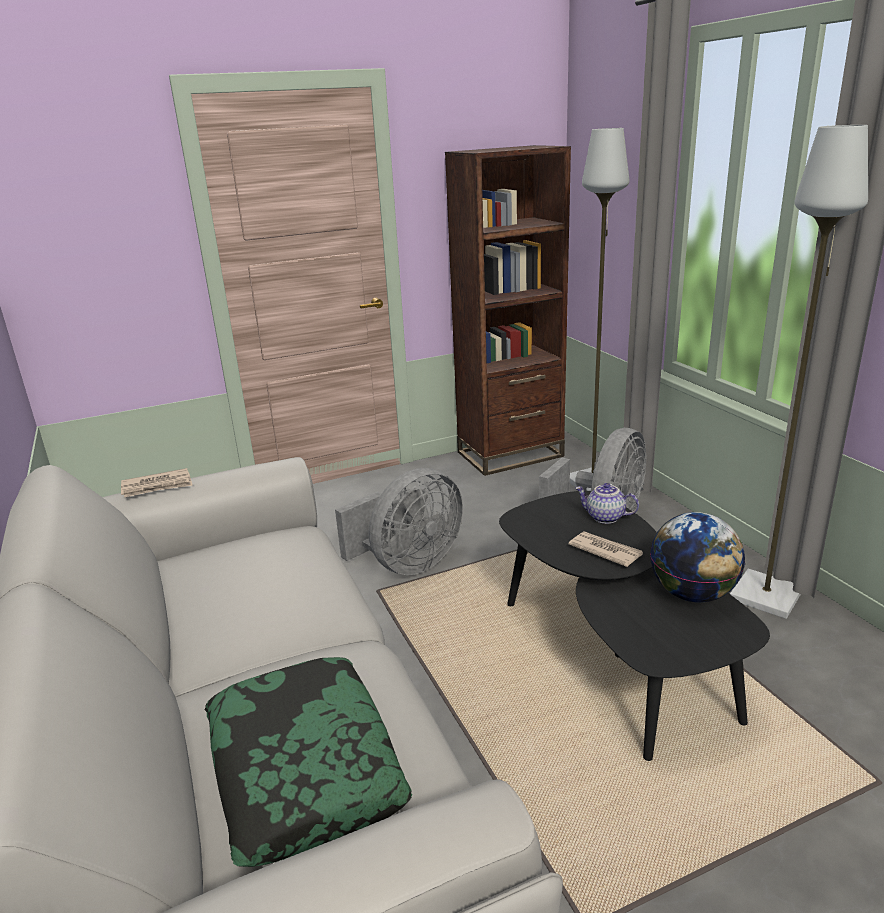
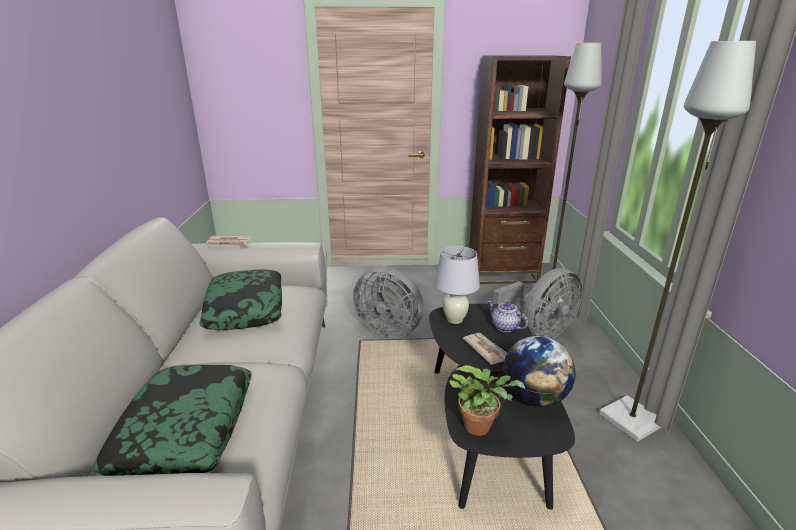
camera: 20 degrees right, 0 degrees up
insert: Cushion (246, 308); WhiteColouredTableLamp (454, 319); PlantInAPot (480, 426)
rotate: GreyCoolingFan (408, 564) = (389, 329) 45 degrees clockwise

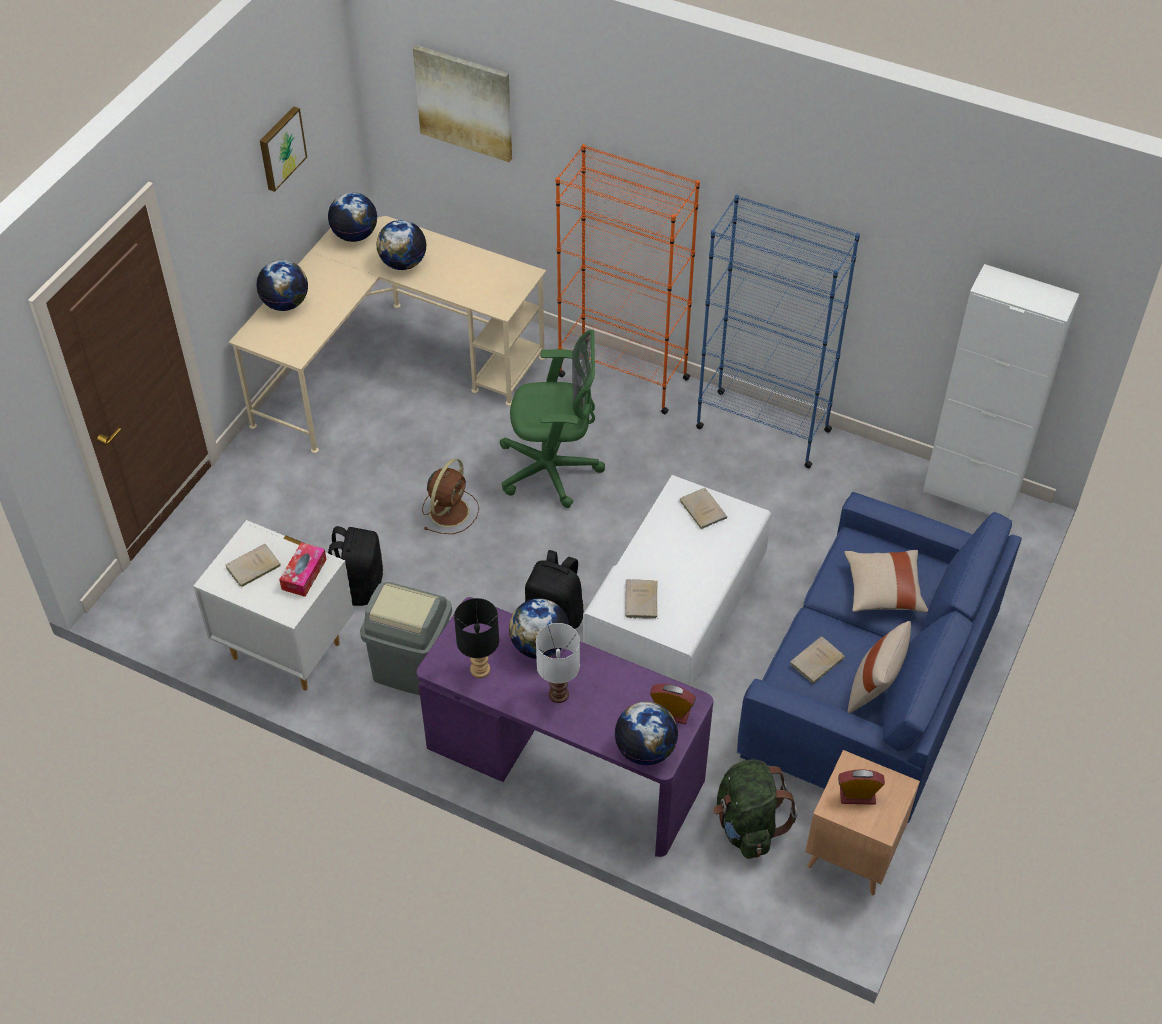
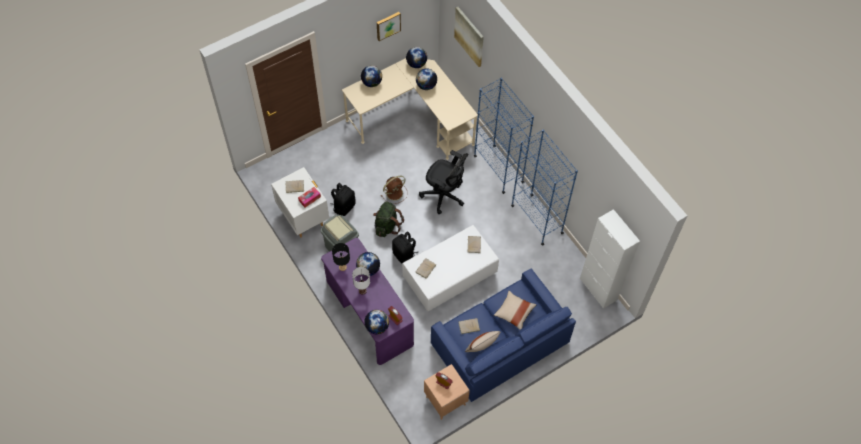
camera: 30 degrees right, 10 degrees up
move: GreenishKnapsack (747, 825) to (387, 226)
recolor: GreenishDeskChair (553, 470) to BlackDeskChair (444, 196); OrangeColouredShelvingUnit (623, 376) to BluishShelvingUnit (498, 169)

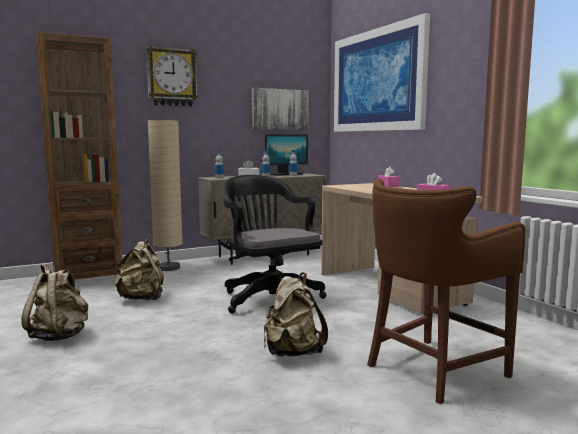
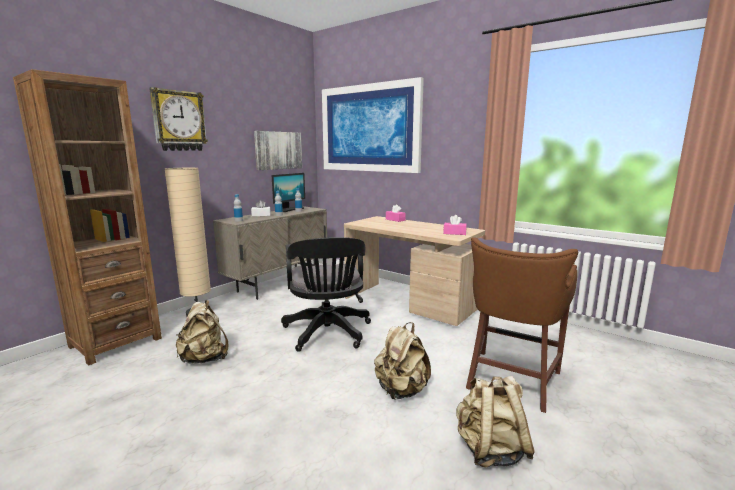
camera: 25 degrees left, 5 degrees up
move: SandColouredKnapsack (60, 336) to (490, 450)
rotate: BlackDeskChair (269, 299) = (327, 334) 135 degrees counterclockwise

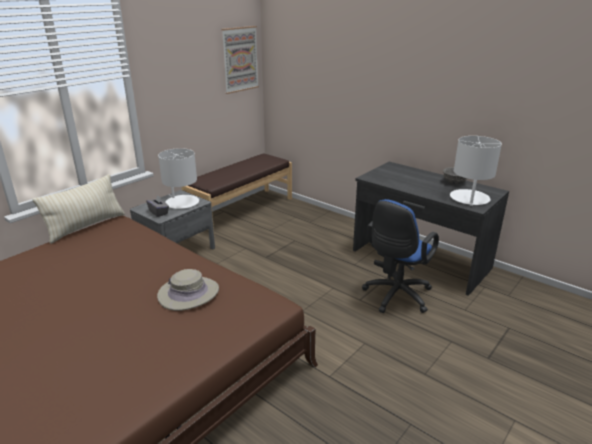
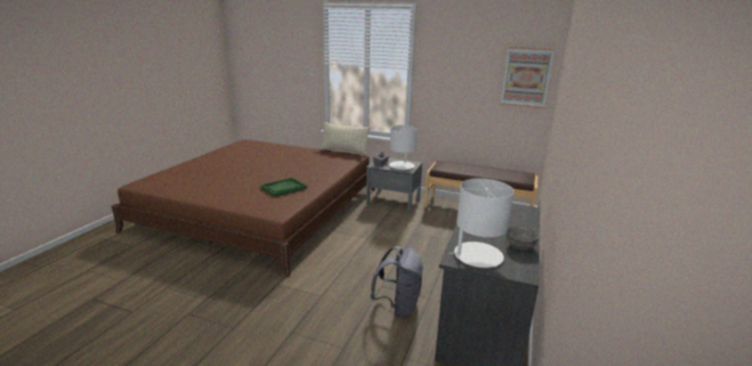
camera: 70 degrees right, 5 degrees down
replace: SandColouredHat (188, 293) to GreenishTray (284, 188); BluishDeskChair (395, 297) to GreyKnapsack (398, 306)

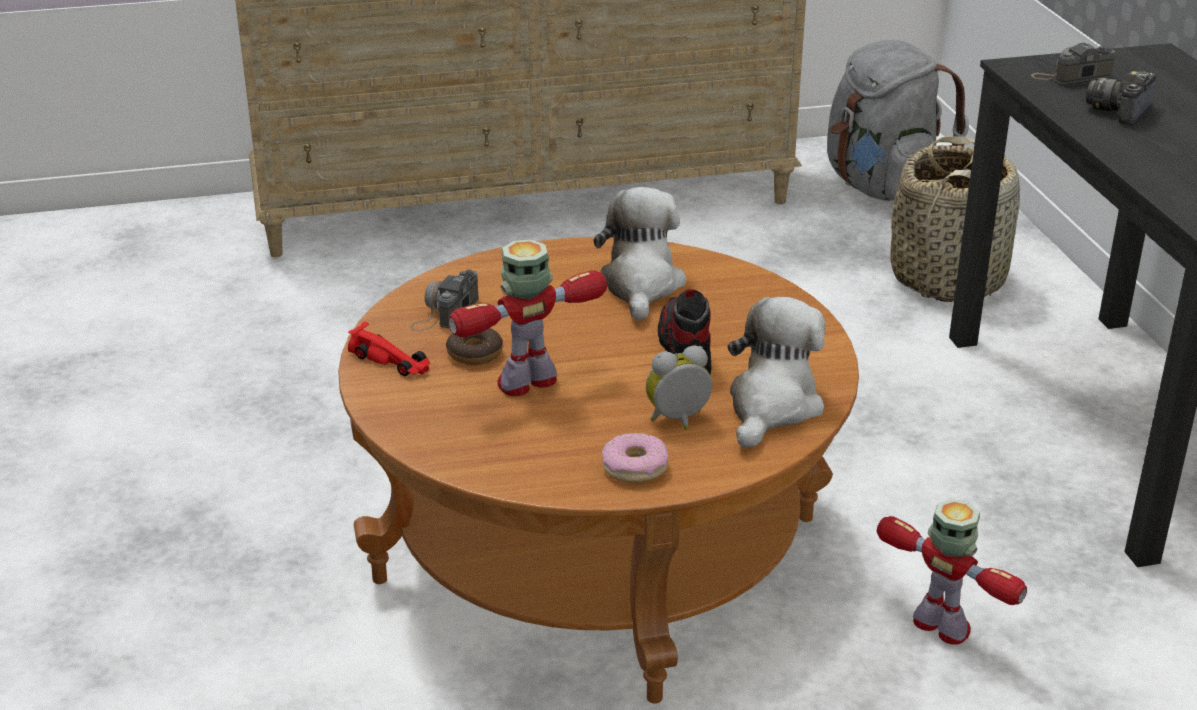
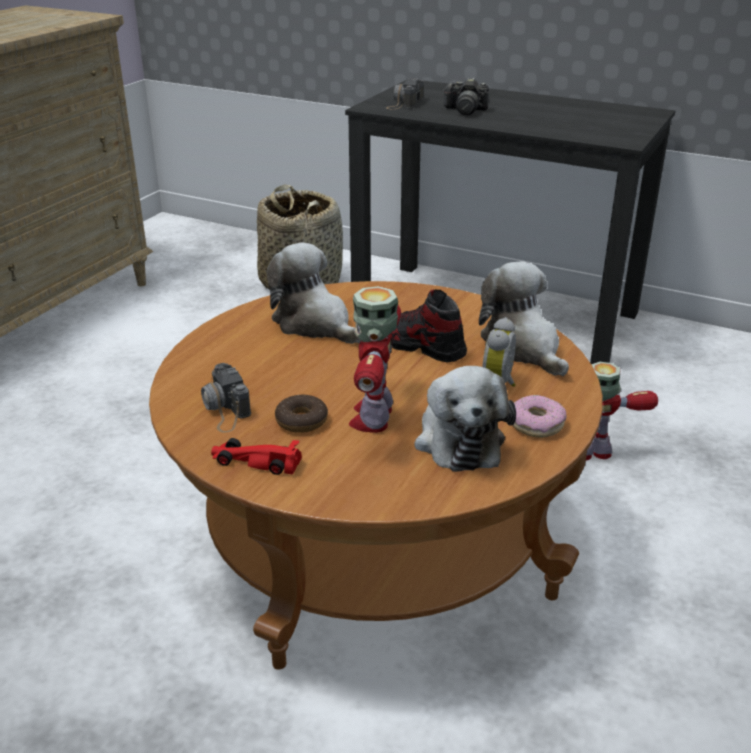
camera: 50 degrees left, 0 degrees up
delete: GreyKnapsack (882, 188)
insert: CuddlyToy (458, 439)
rotate: RedColouredMiniatureCar (391, 361) = (255, 461) 150 degrees counterclockwise; StillCamera (1121, 112) = (465, 110) 60 degrees counterclockwise

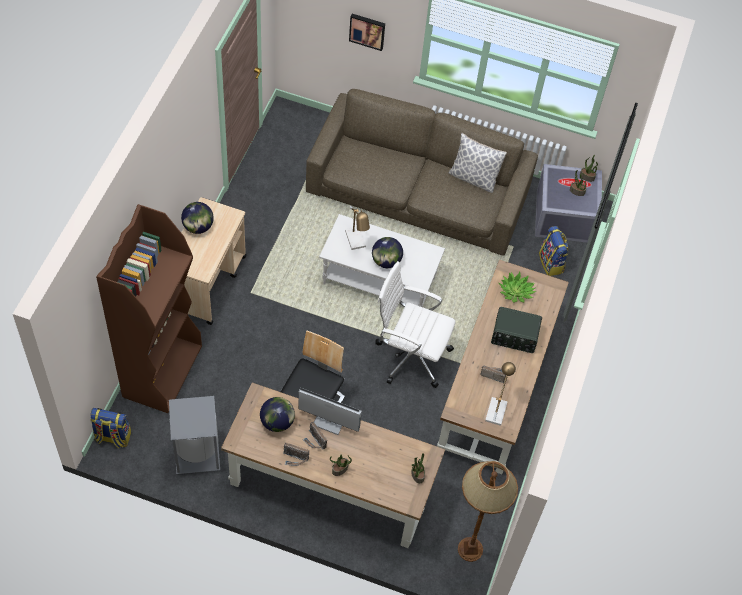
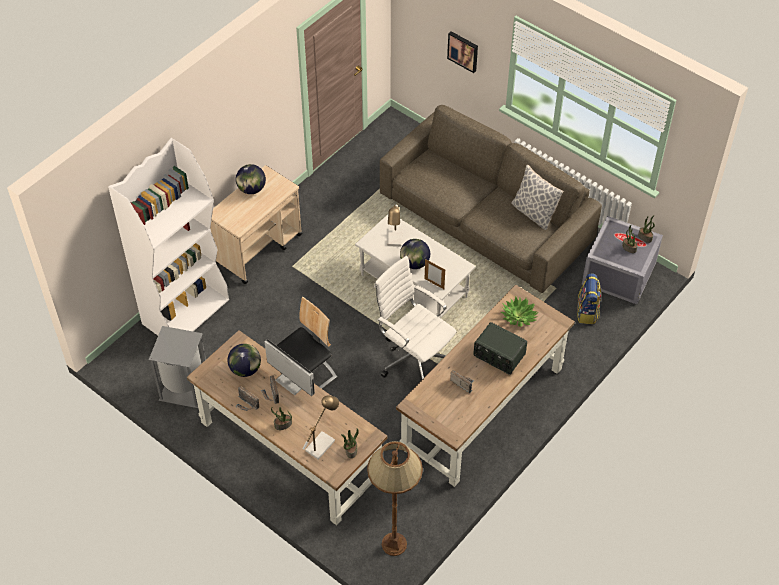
camera: 25 degrees right, 5 degrees down
delete: Knapsack (112, 437)
insert: PictureFrame (434, 284)
move: TableLamp (496, 408) to (322, 442)
recolor: BrownShelvingUnit (162, 370) to WhiteColouredShelvingUnit (186, 311)

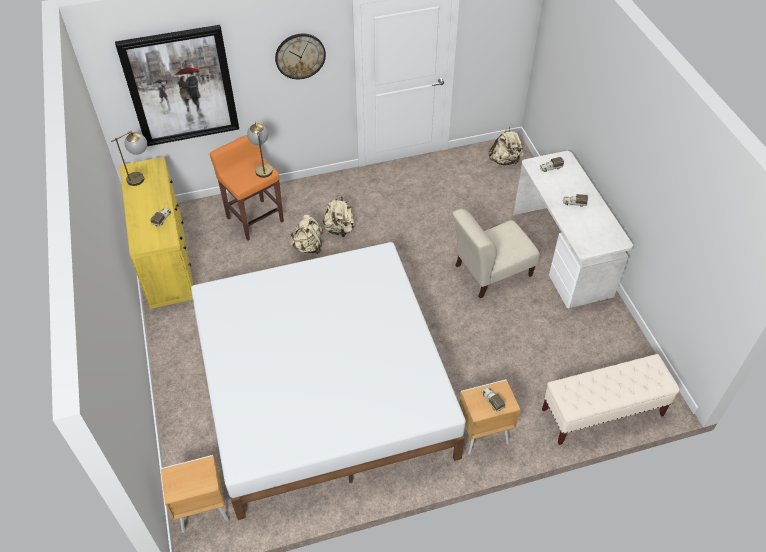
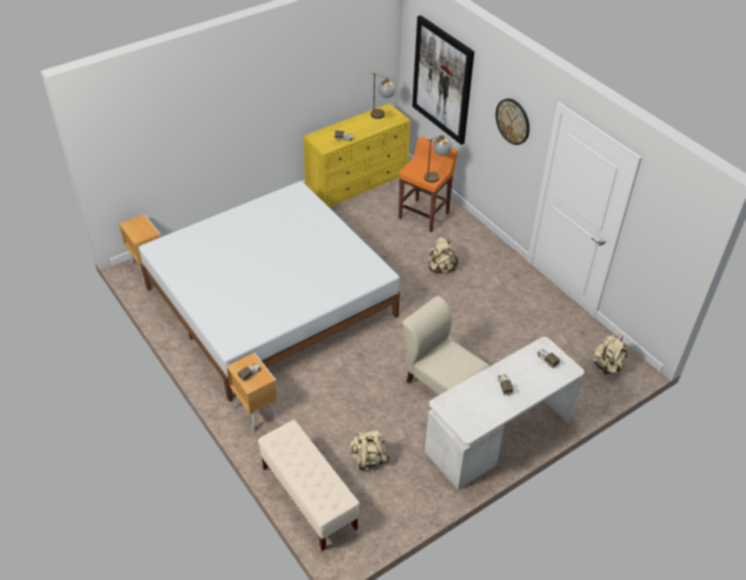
camera: 70 degrees right, 5 degrees down
move: SandColouredKnapsack (308, 247) to (368, 459)

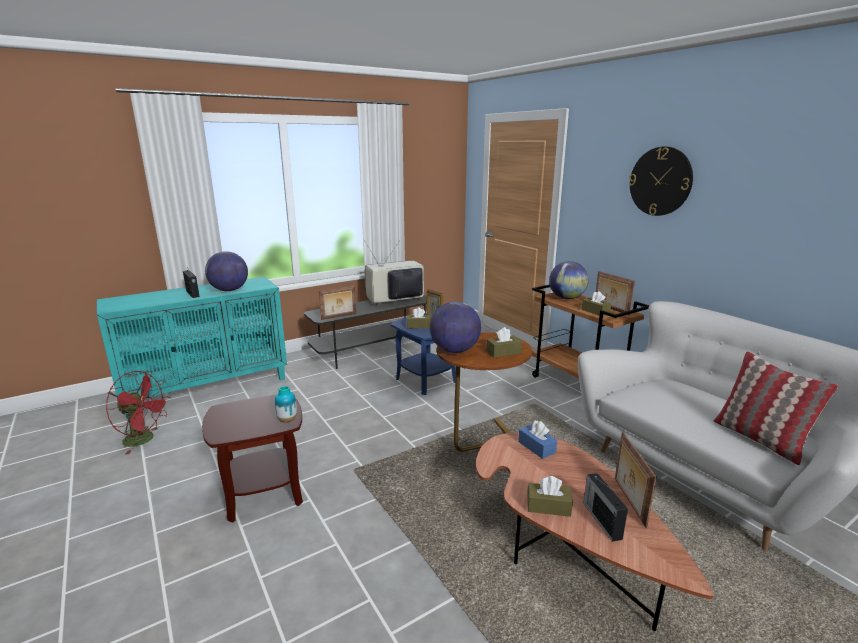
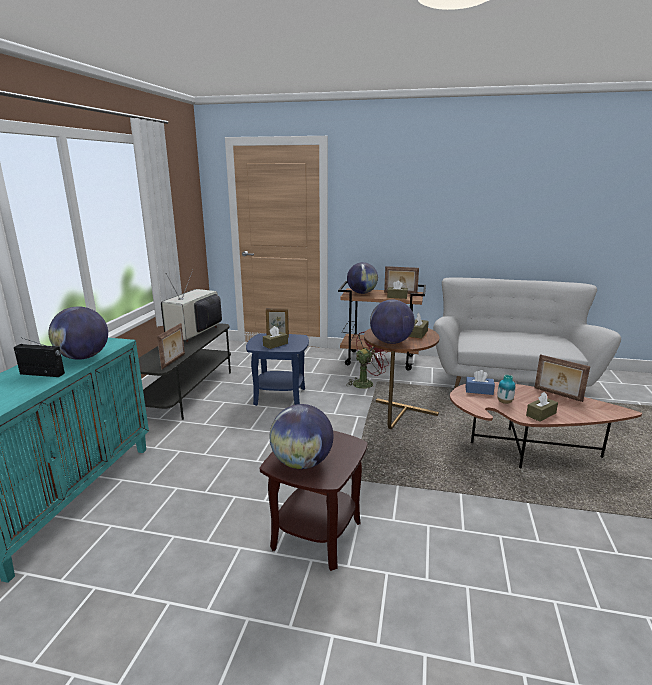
camera: 45 degrees left, 0 degrees up
delete: RadioSet (601, 519); ClockOnTheWall (660, 181); Cushion (759, 439)
insert: Globe (302, 463)
move: RedColouredCoolingFan (145, 439) to (366, 383); FlowerVase (287, 420) to (504, 402)

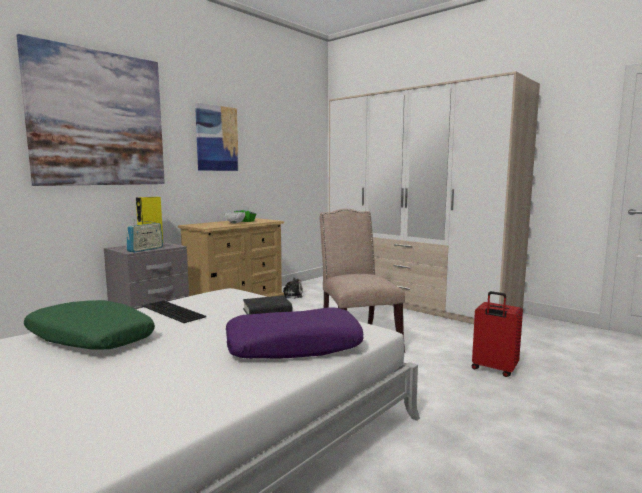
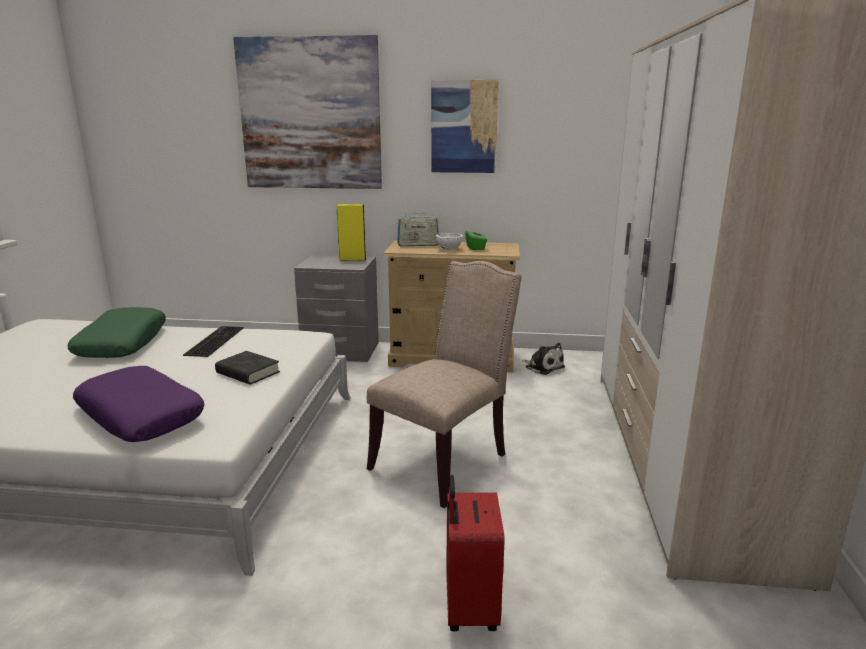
camera: 55 degrees right, 10 degrees up
move: RadioSet (145, 249) to (418, 245)

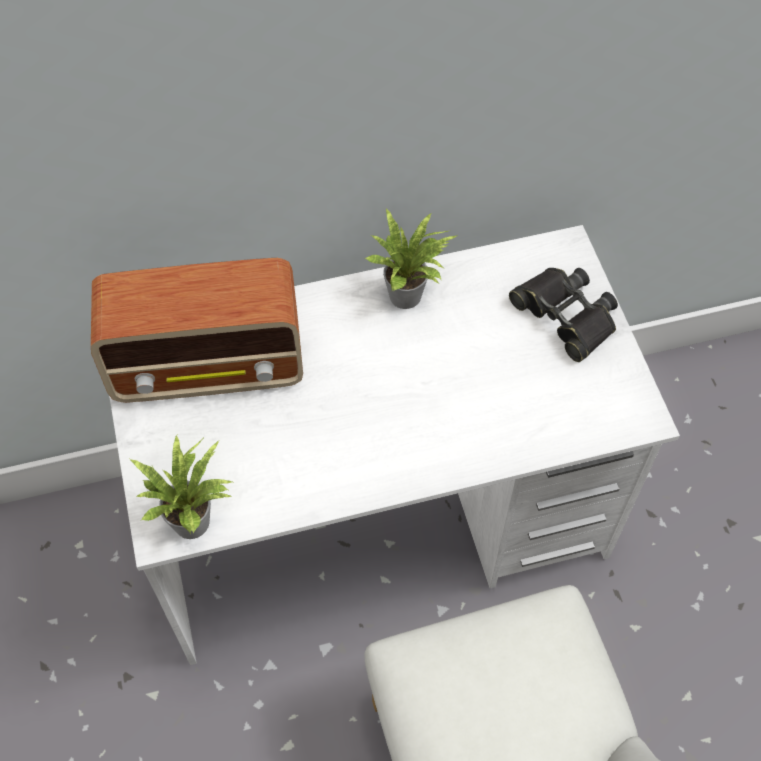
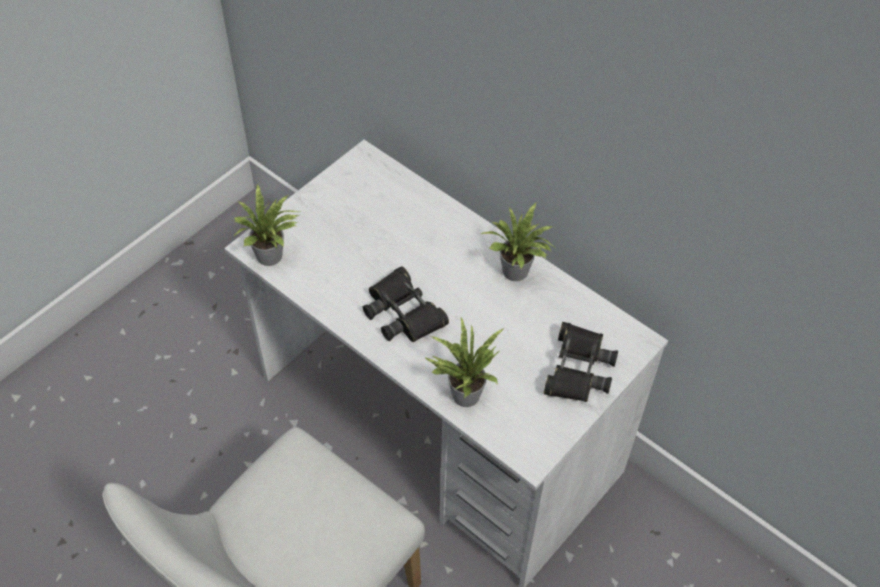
camera: 55 degrees right, 5 degrees down
delete: RadioSet (210, 367)
insert: BlackFieldGlasses (403, 312); PlantInAPot (463, 392)

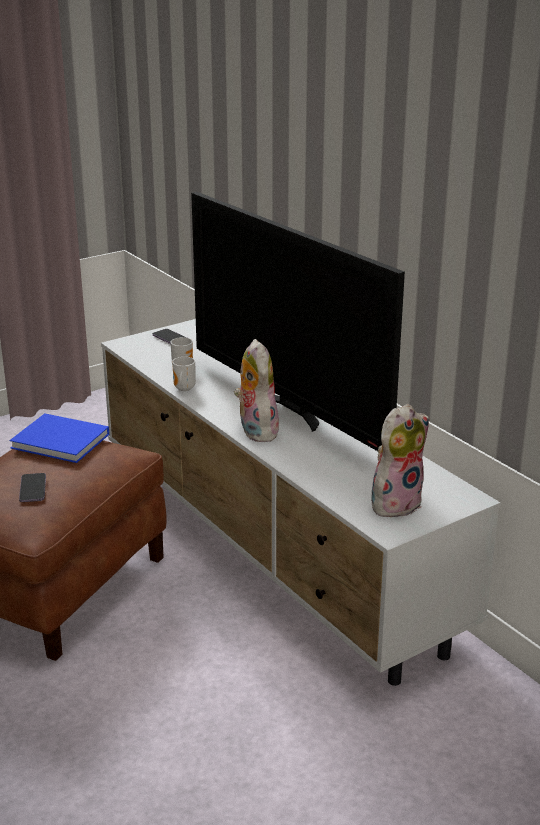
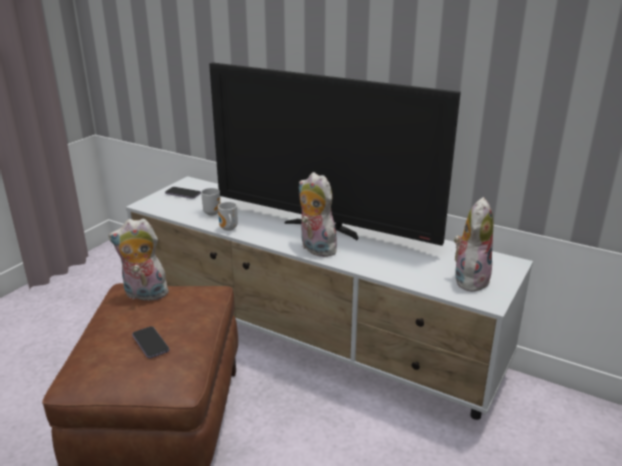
camera: 25 degrees left, 0 degrees up
replace: BluishBook (63, 442) to CuddlyToy (144, 295)

